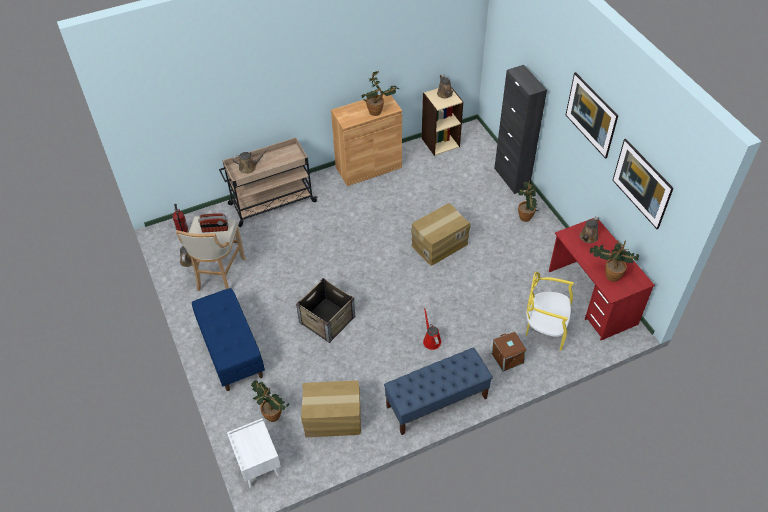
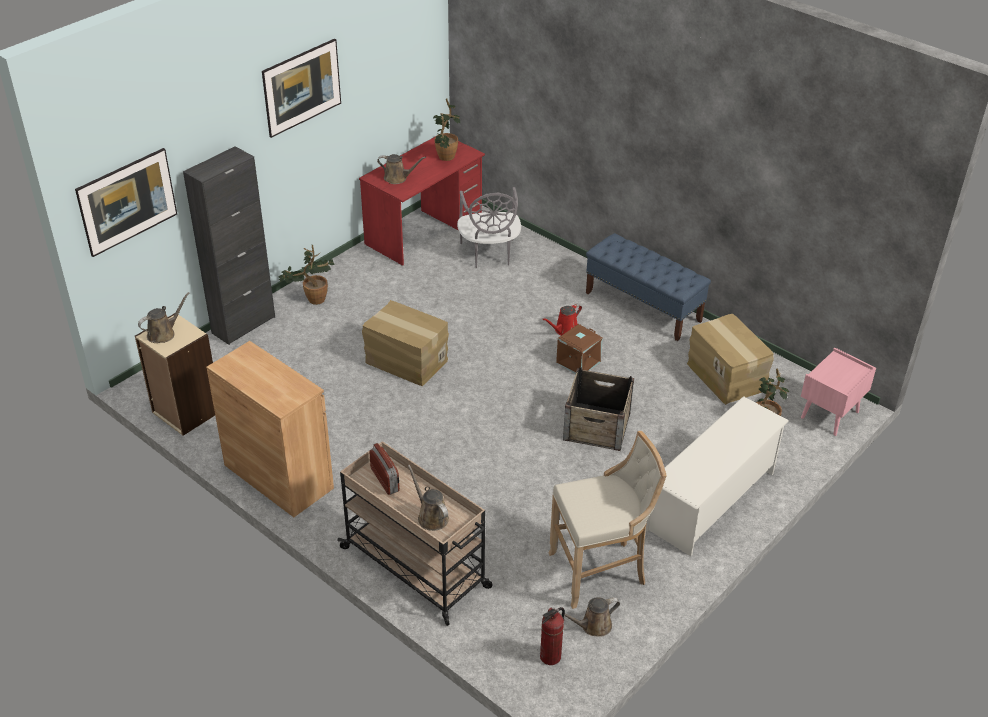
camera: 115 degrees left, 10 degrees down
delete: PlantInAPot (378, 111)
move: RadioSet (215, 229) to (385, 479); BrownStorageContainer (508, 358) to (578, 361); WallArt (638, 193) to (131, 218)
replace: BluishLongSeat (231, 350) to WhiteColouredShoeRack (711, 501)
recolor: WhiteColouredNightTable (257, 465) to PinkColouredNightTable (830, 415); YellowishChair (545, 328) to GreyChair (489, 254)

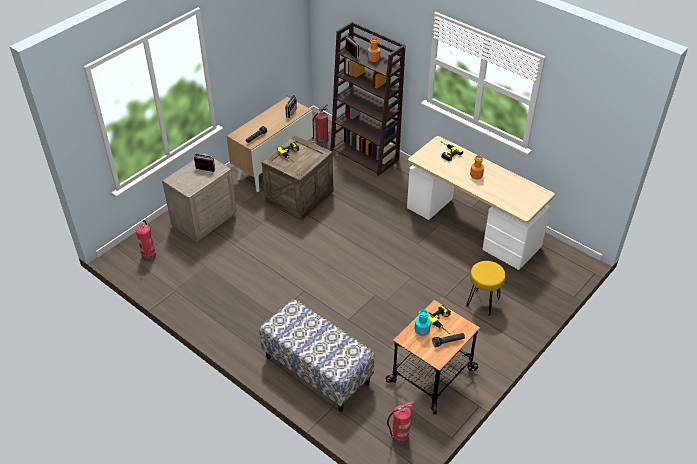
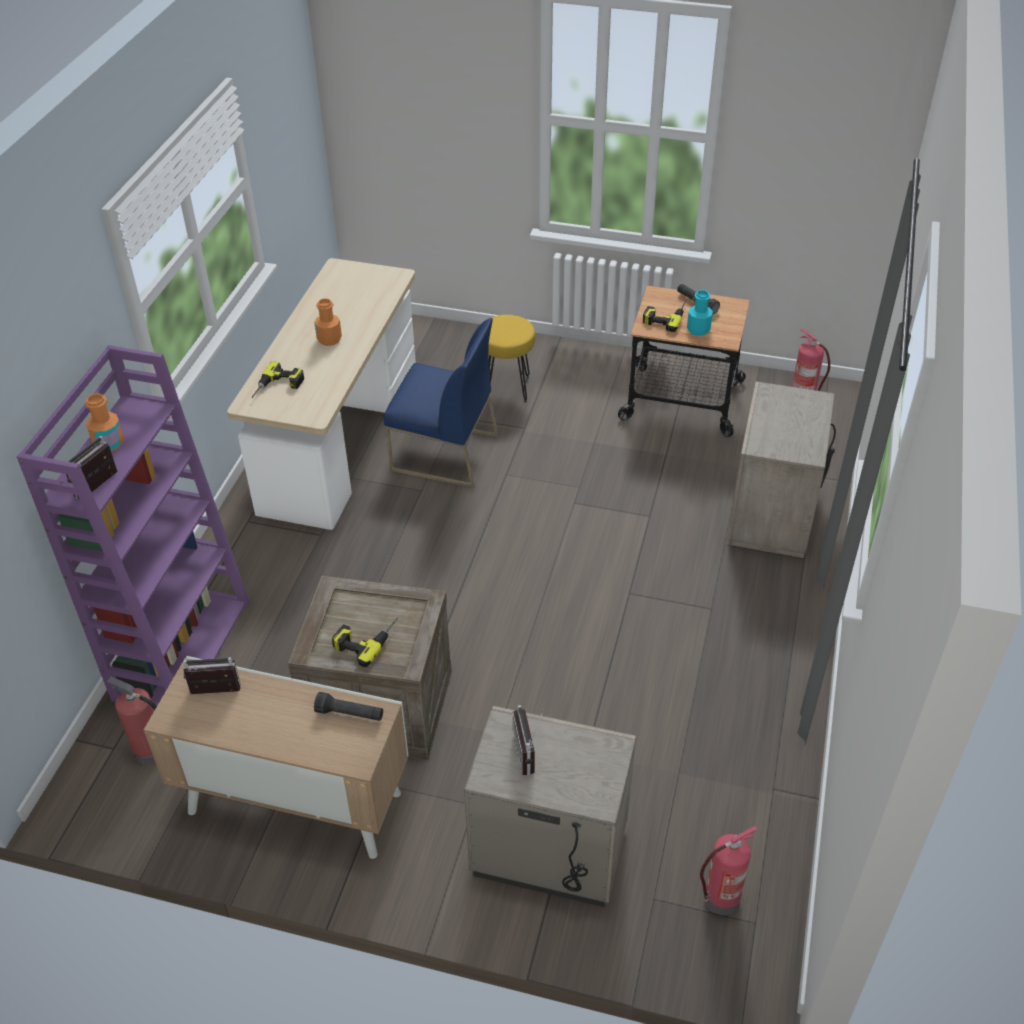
camera: 115 degrees left, 0 degrees up
insert: BluishChair (443, 453)
replace: LongSeat (317, 370) to SandColouredNightTable (773, 515)
recolor: BrownShelvingUnit (365, 154) to PurplishShelvingUnit (182, 648)

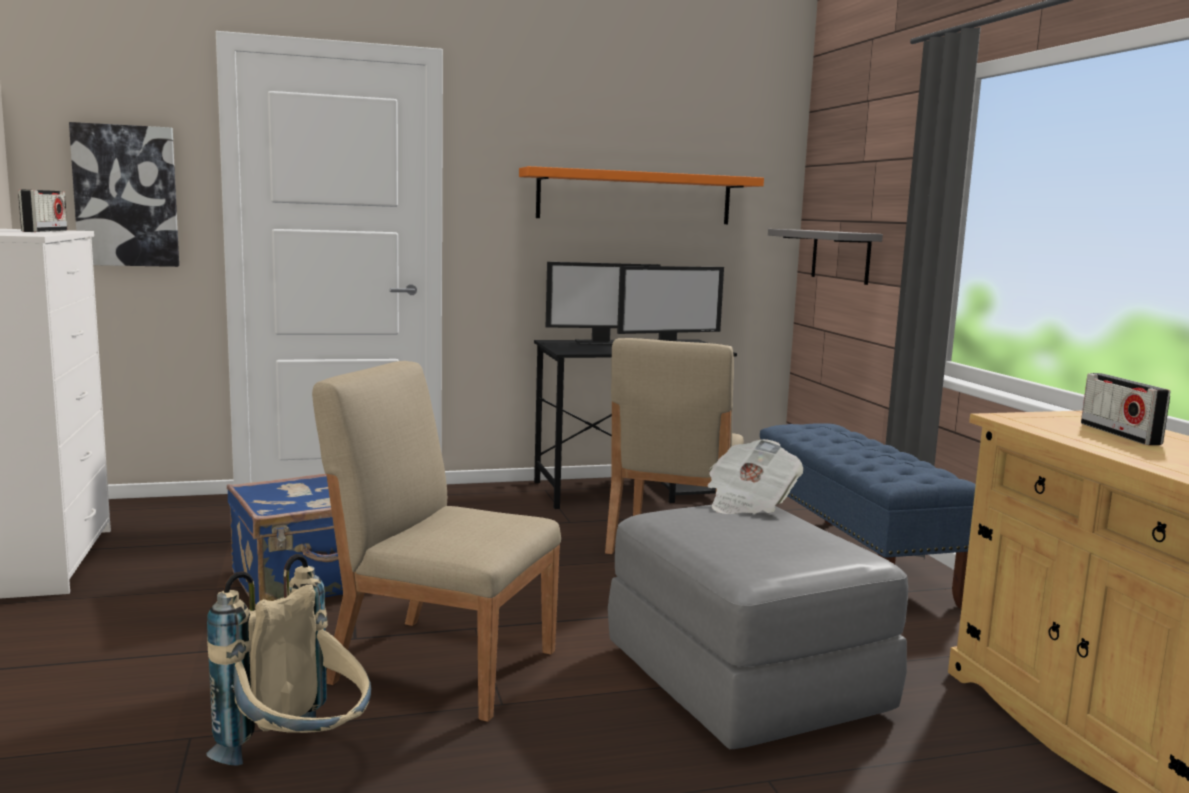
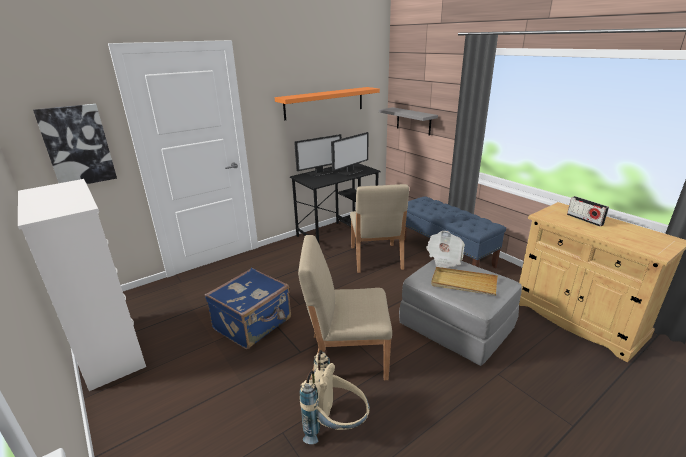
camera: 20 degrees left, 15 degrees up
delete: RadioSet (45, 231)
insert: SandColouredTray (463, 283)

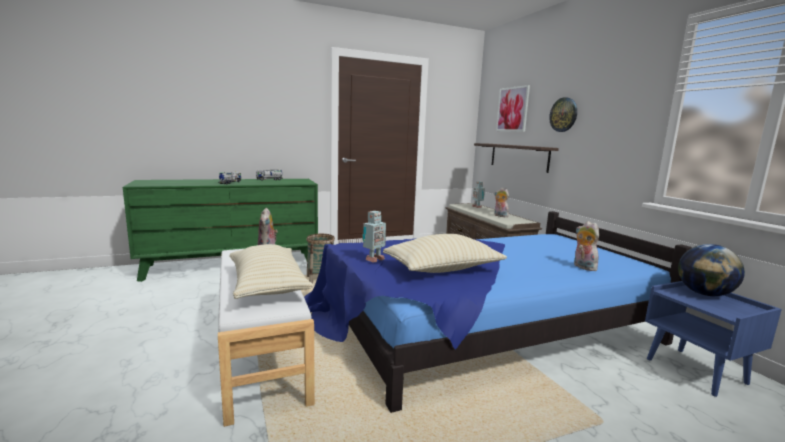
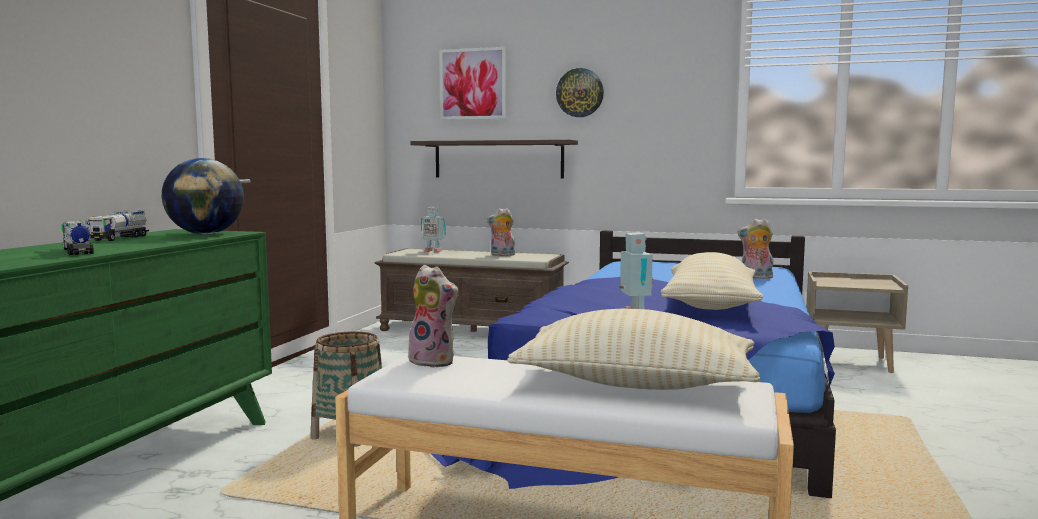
camera: 50 degrees left, 5 degrees down
move: Globe (704, 294) to (206, 234)
recolor: BluishNightTable (697, 371) to SandColouredNightTable (850, 362)

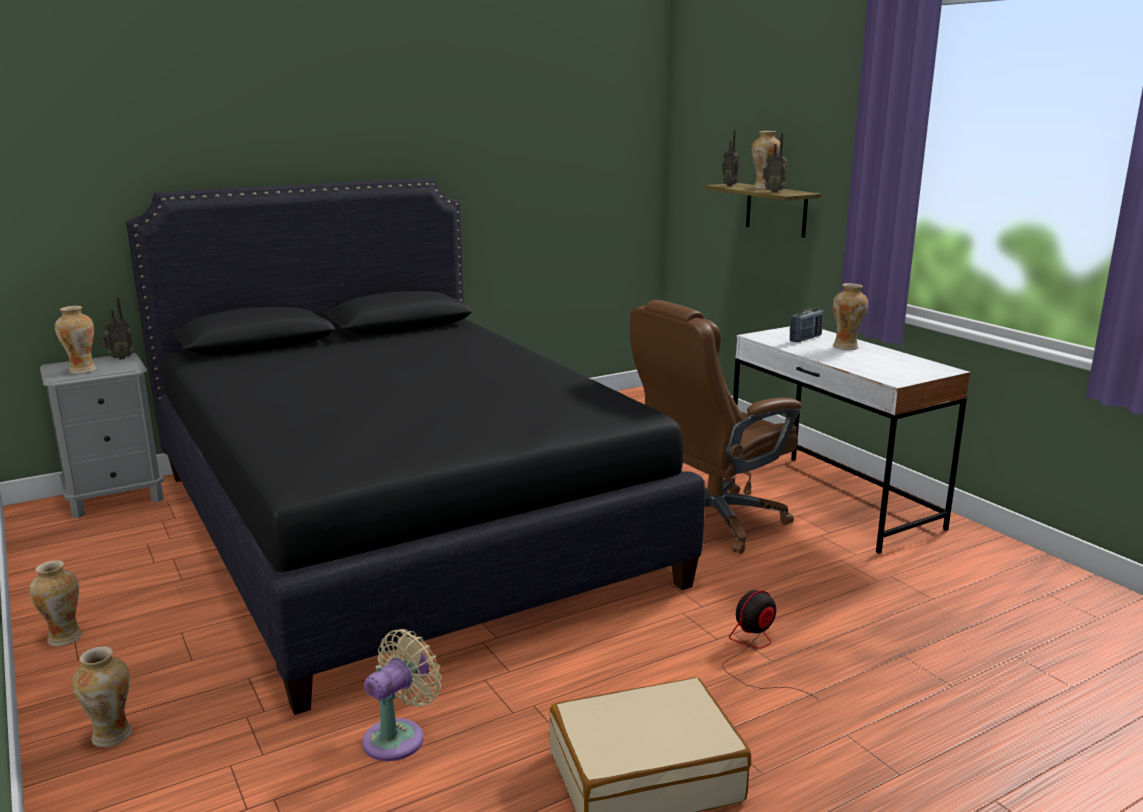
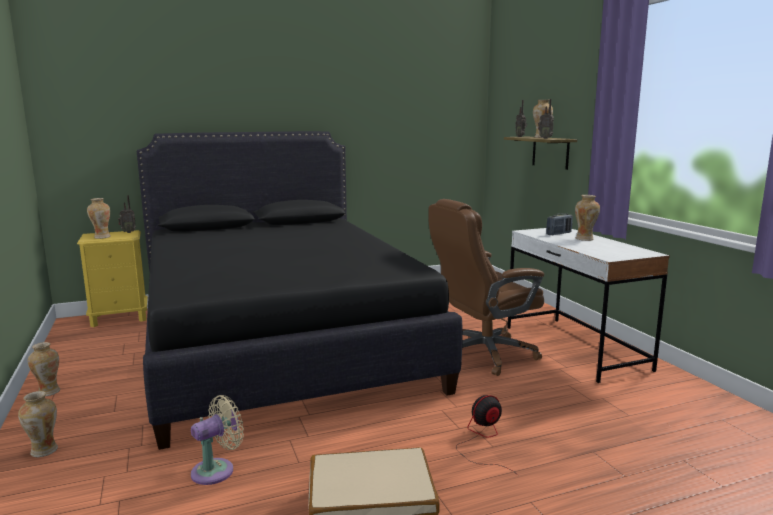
camera: 10 degrees right, 5 degrees down
recolor: GreyNightTable (115, 498) to YellowishNightTable (120, 318)

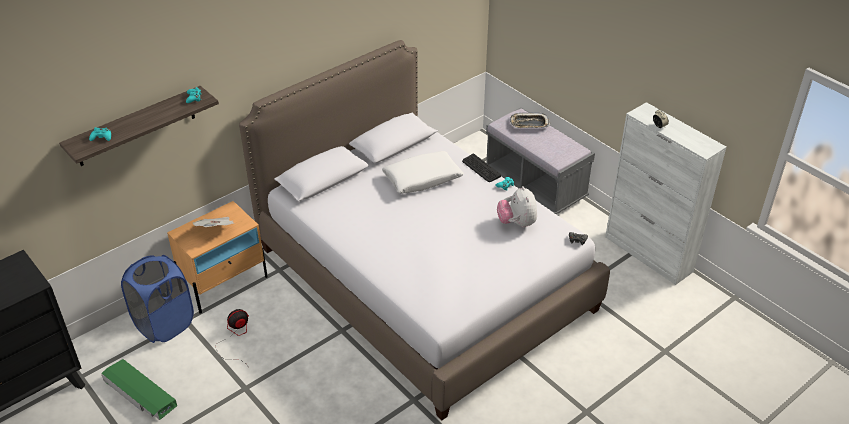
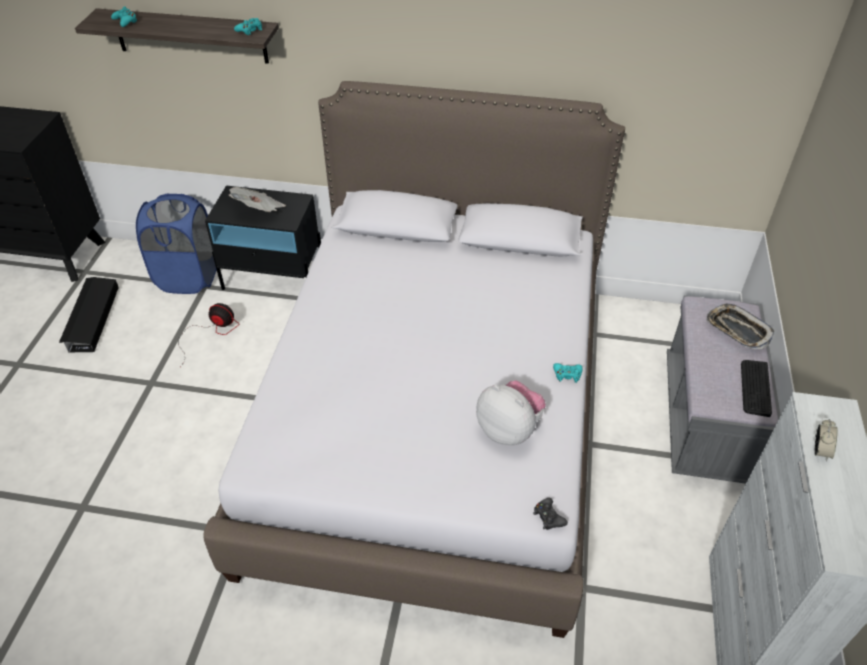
camera: 50 degrees right, 5 degrees up
delete: WhiteColouredCushion (422, 179)
move: ComputerKeyboard (481, 168) to (755, 388)
recolor: GreenishStorageContainer (140, 393) to BlackStorageContainer (91, 319); SandColouredNightTable (224, 283) to BlackNightTable (274, 279)
rotate: CuddlyToy (517, 223) = (509, 429) 90 degrees clockwise

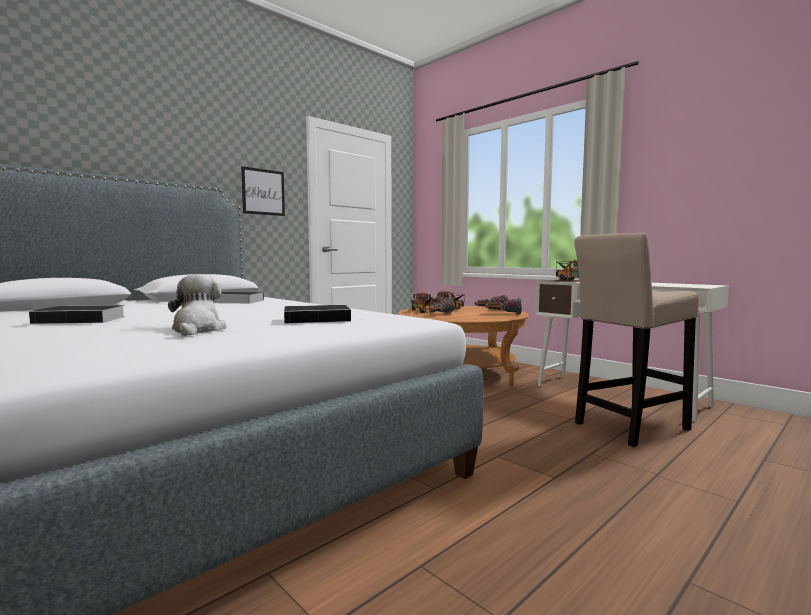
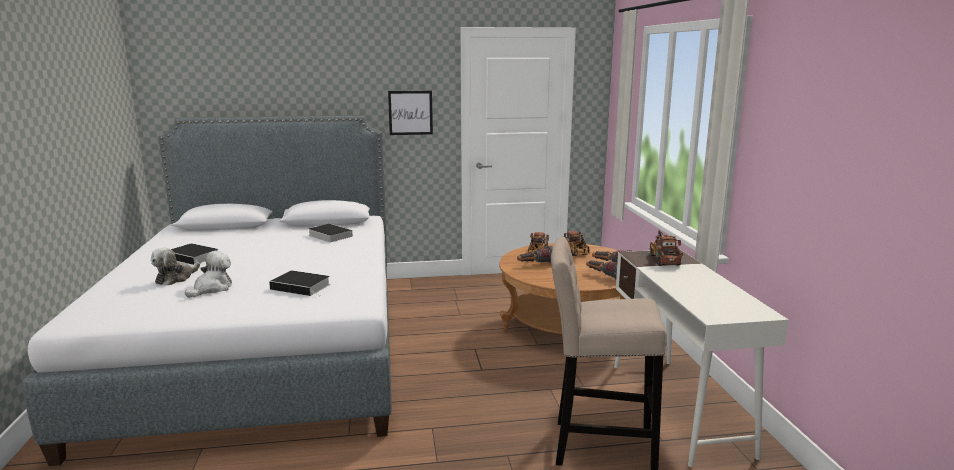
camera: 35 degrees right, 10 degrees up
insert: CuddlyToy (175, 278)

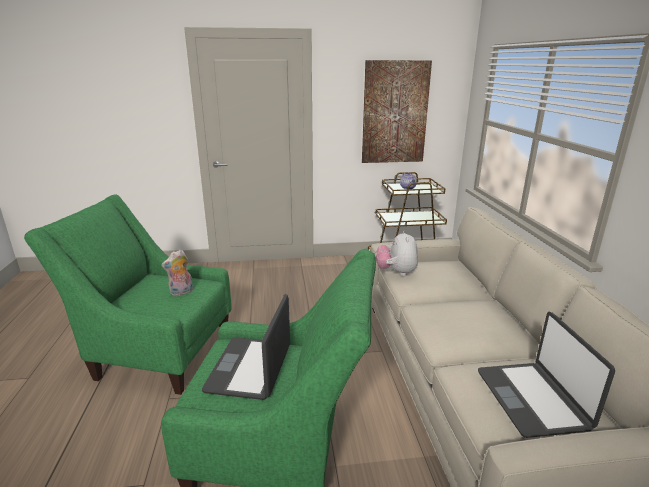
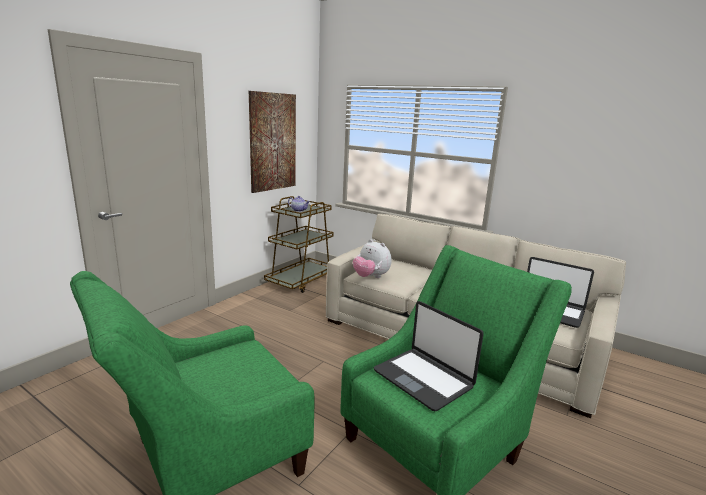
camera: 50 degrees left, 5 degrees down
delete: CuddlyToy (181, 292)

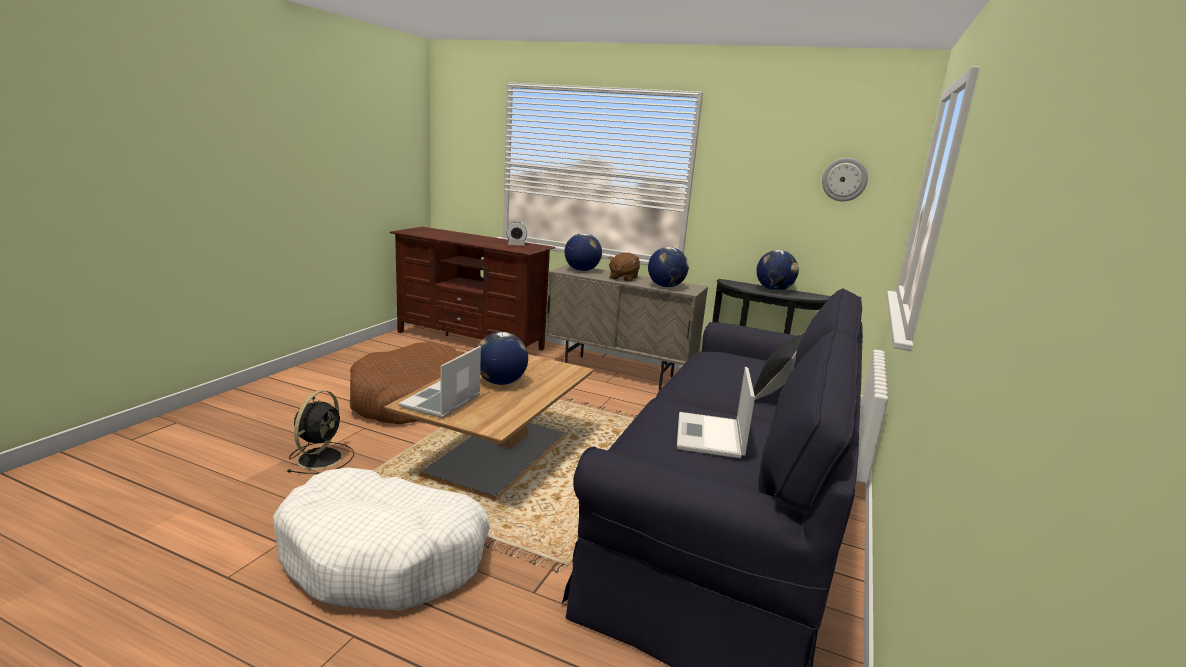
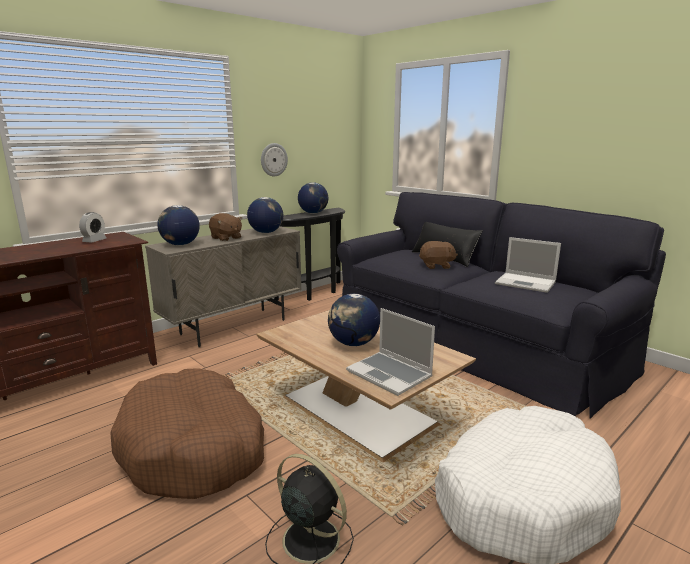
camera: 65 degrees left, 0 degrees up
insert: BrownCuddlyToy (436, 266)
move: ClockOnTheWall (844, 179) to (273, 159)

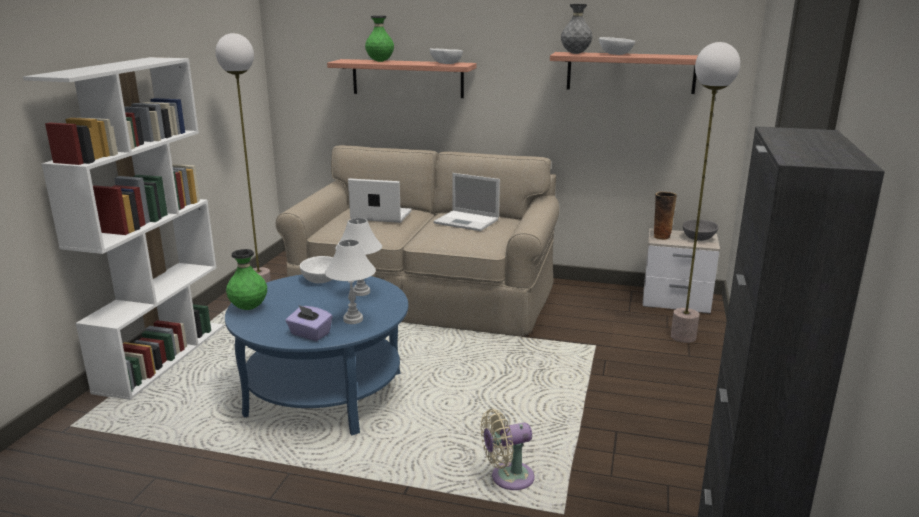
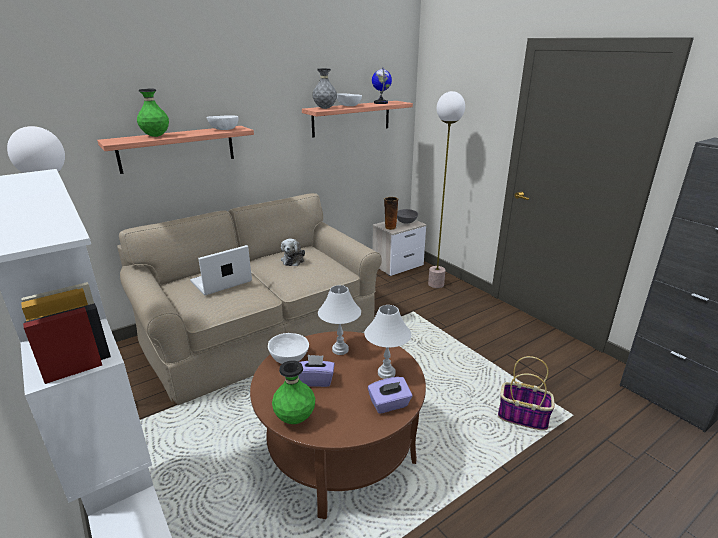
camera: 50 degrees left, 5 degrees up
insert: PurplishBoxOfTissues (316, 380); Globe (381, 103)
replace: Laptop (467, 221) to CuddlyToy (293, 260); SandColouredCoolingFan (508, 478) to HouseholdBasket (523, 417)
recolor: BluishCoffeeTable (325, 393) to BrownCoffeeTable (340, 450)

